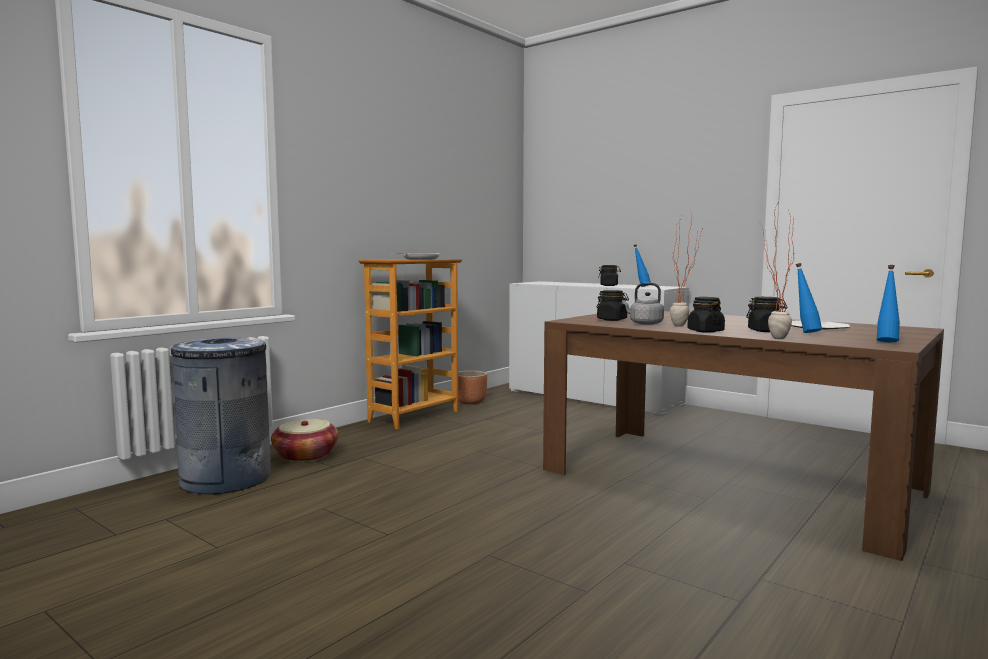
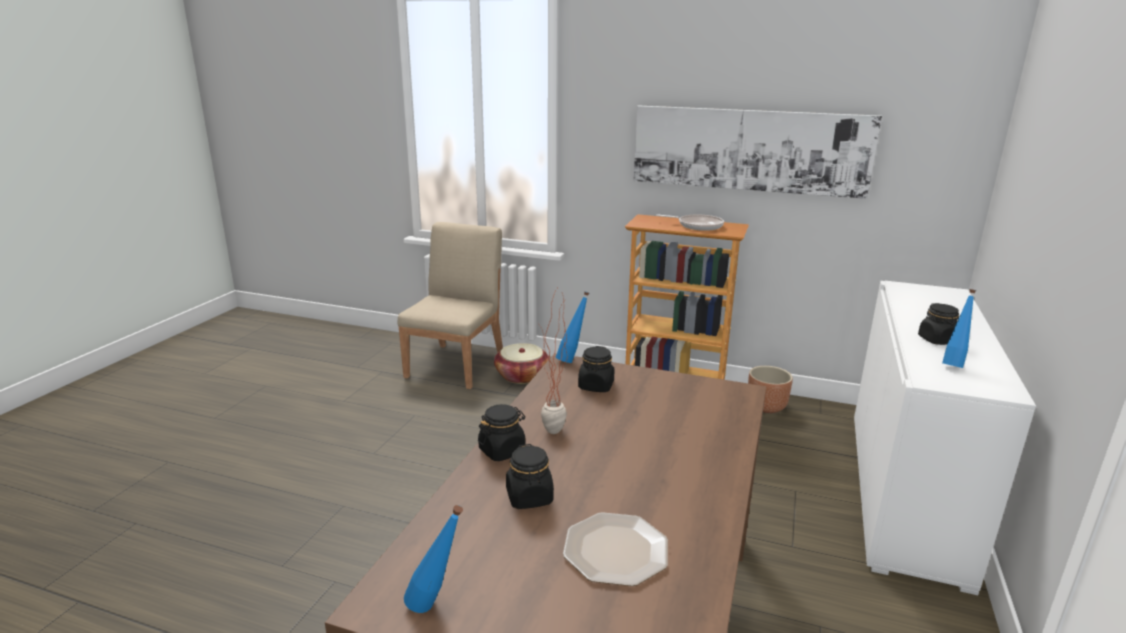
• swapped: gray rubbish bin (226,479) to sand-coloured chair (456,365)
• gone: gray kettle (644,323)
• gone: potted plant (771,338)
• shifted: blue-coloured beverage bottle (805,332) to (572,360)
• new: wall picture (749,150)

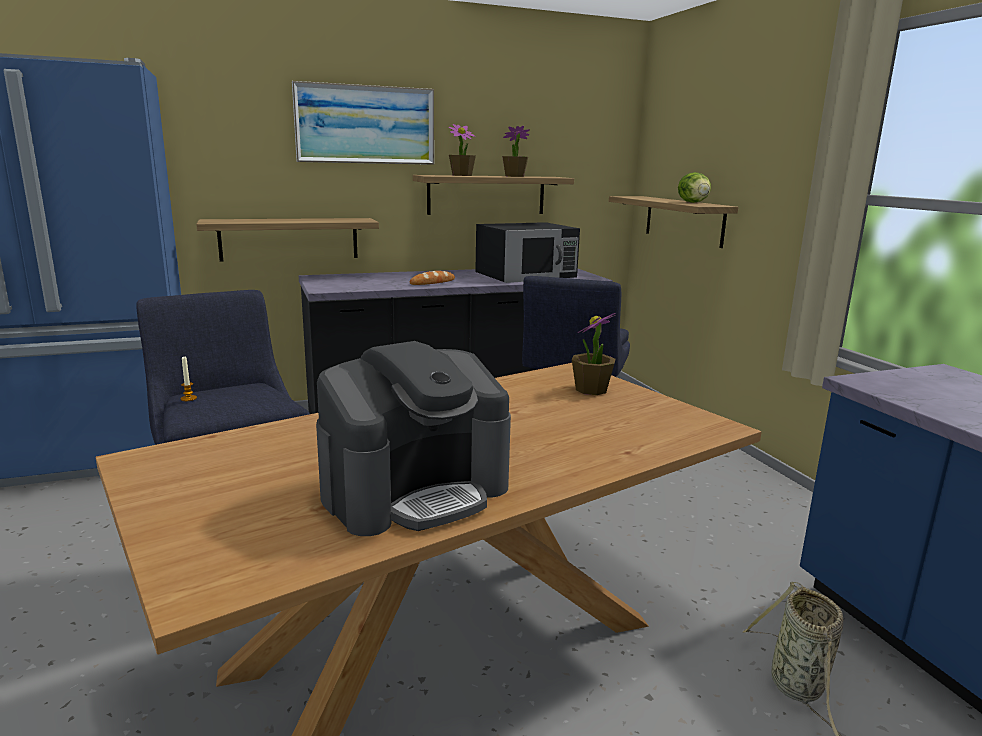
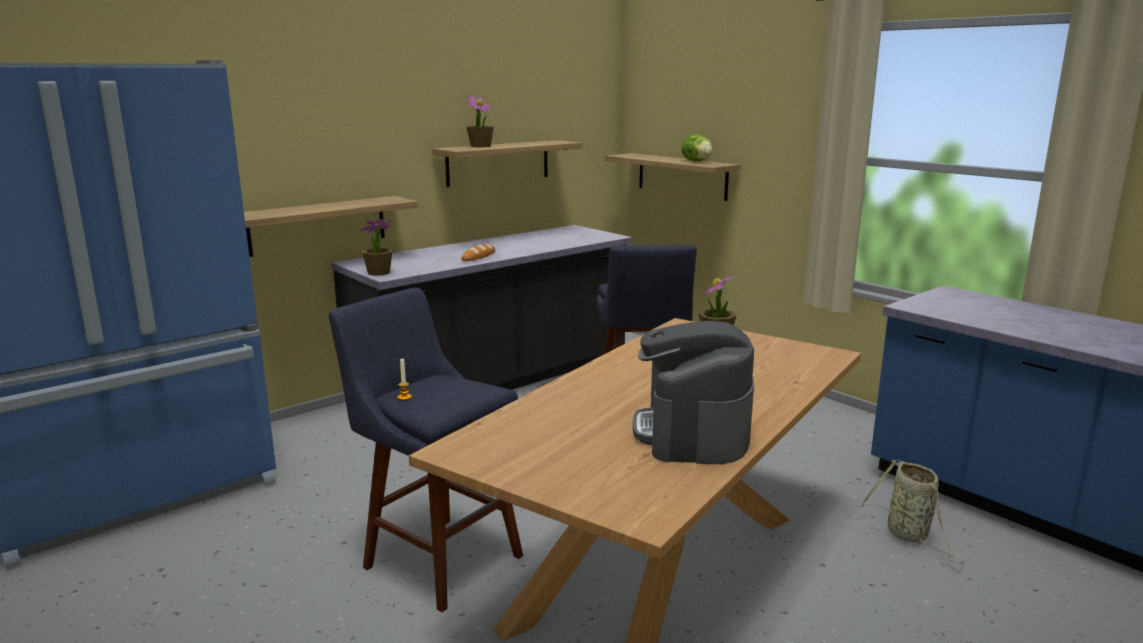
• gone: wall picture (365,125)
• rotated: coffee brewer (416,491) = (692,432) 150 degrees clockwise
• gone: blackish microwave (526,274)
• shifted: potted plant (514,176) to (378,273)

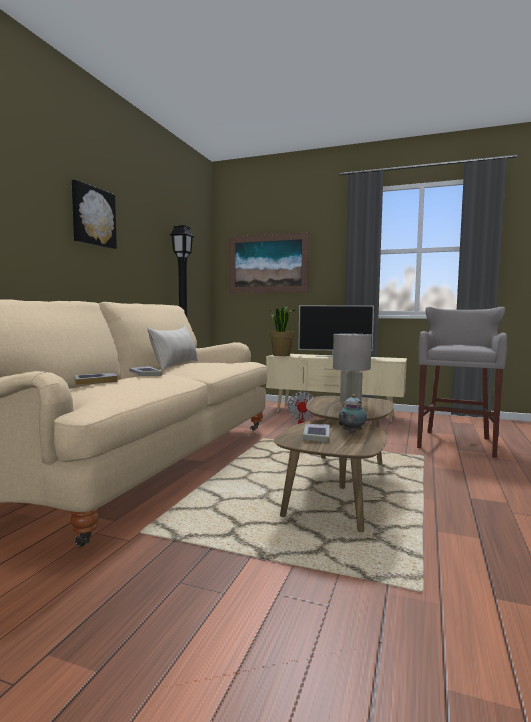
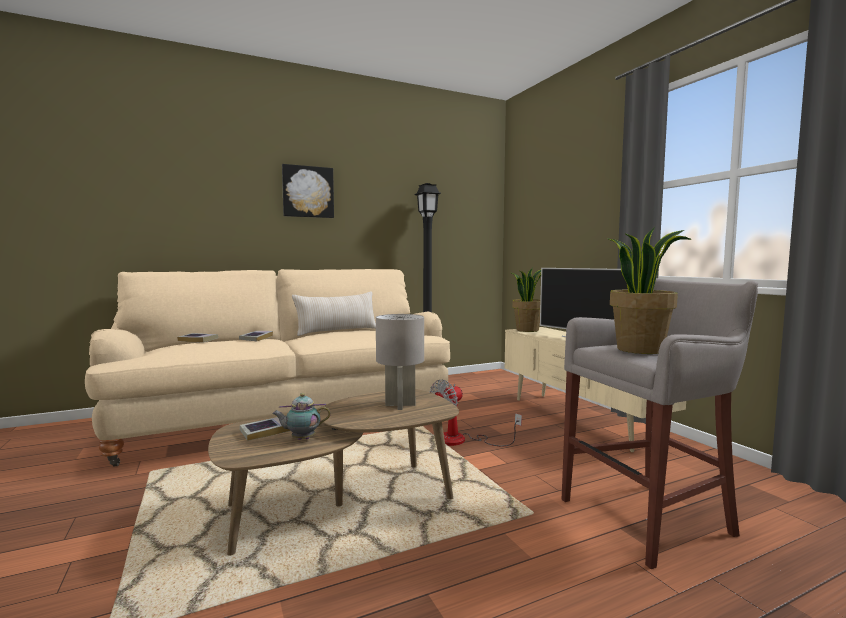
• gone: wall picture (268,264)
• new: potted plant (640,349)

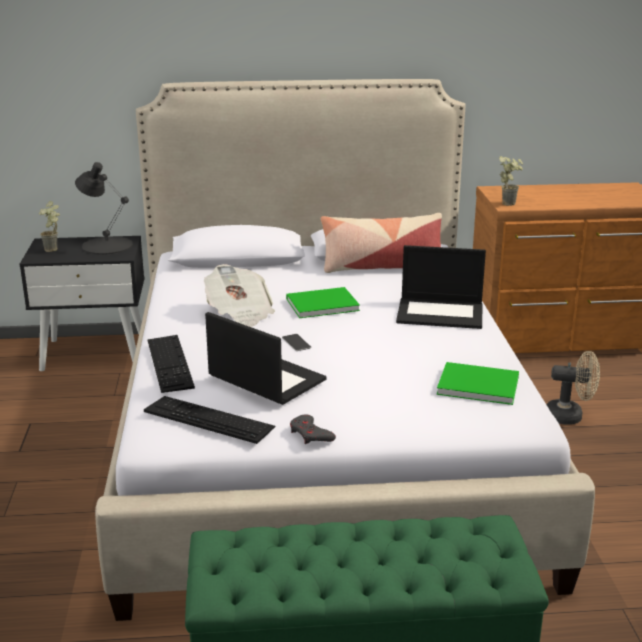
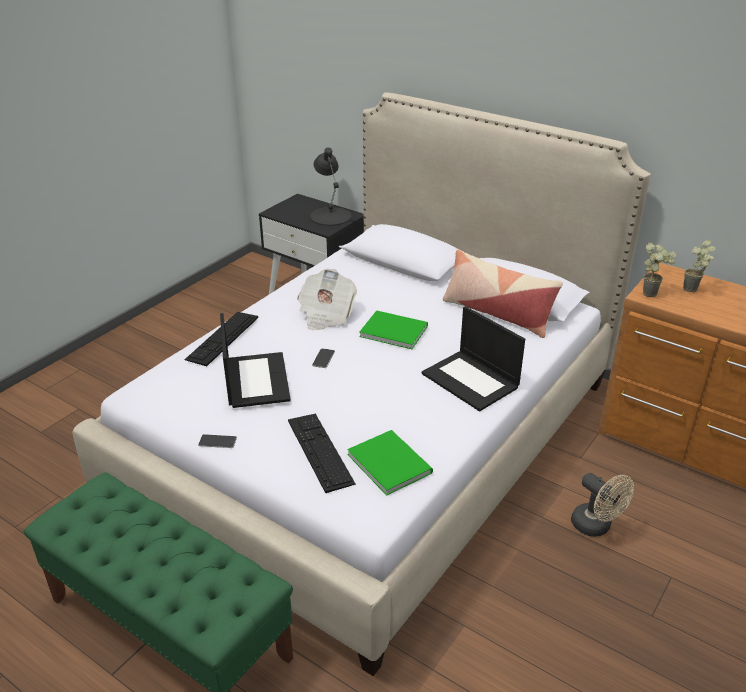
• shifted: potted plant (54,250) to (693,291)
• shifted: PC keyboard (208,419) to (320,451)
• swapped: gray joypad (310,434) to telephone (217,441)

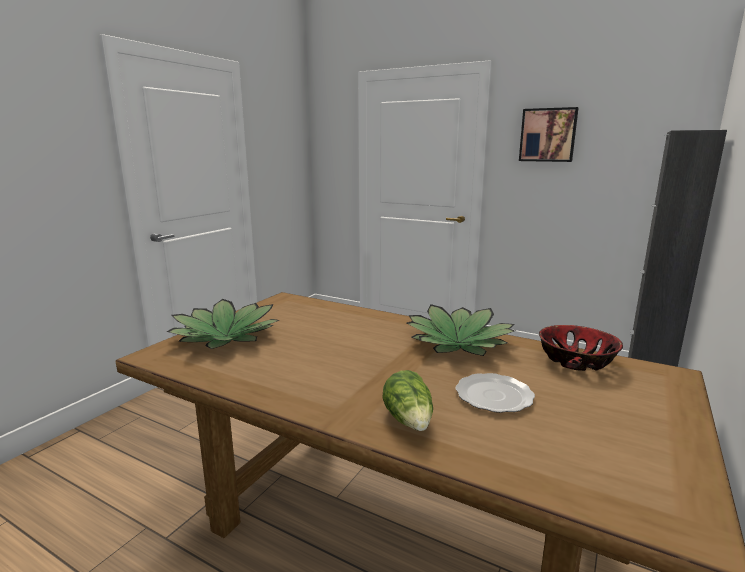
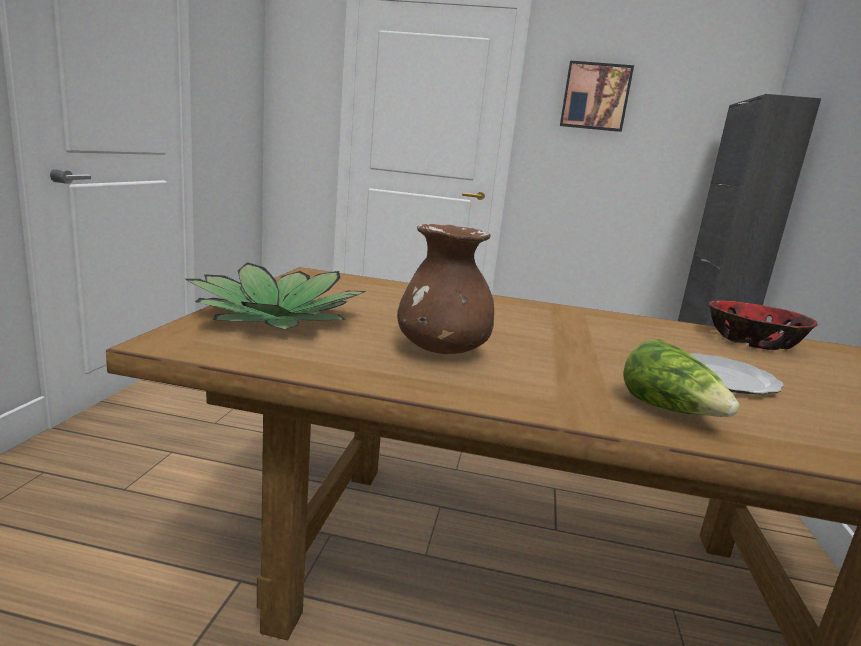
• gone: potted plant (458,342)
• new: brownish vase (441,351)

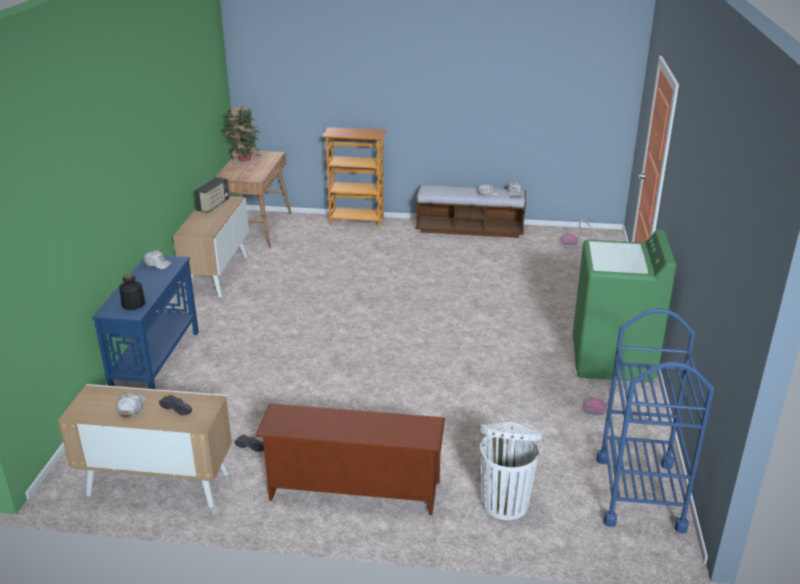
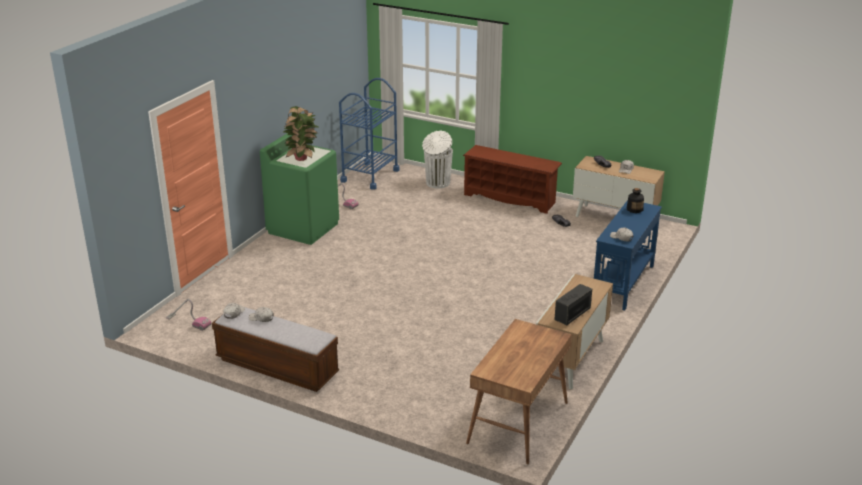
• shifted: potted plant (243,160) to (302,158)
• gone: bookshelf (357,222)

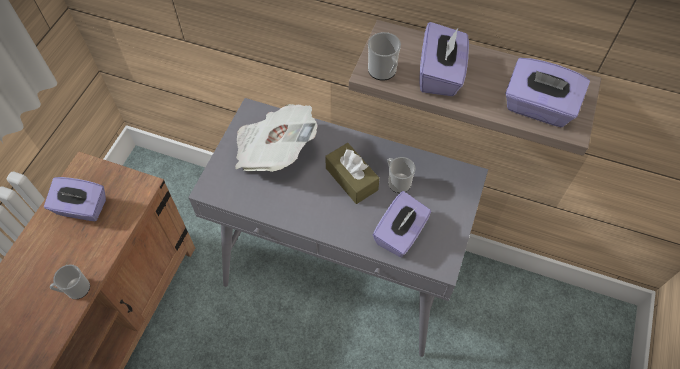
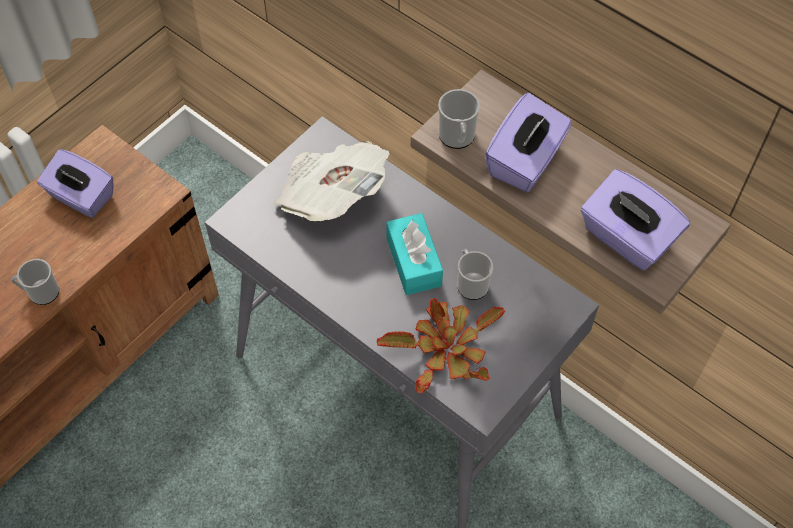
• repainted: brownish tissue holder (351,179) to blue-green tissue holder (413,261)
• swapped: purplish tissue holder (400,234) to potted plant (445,350)

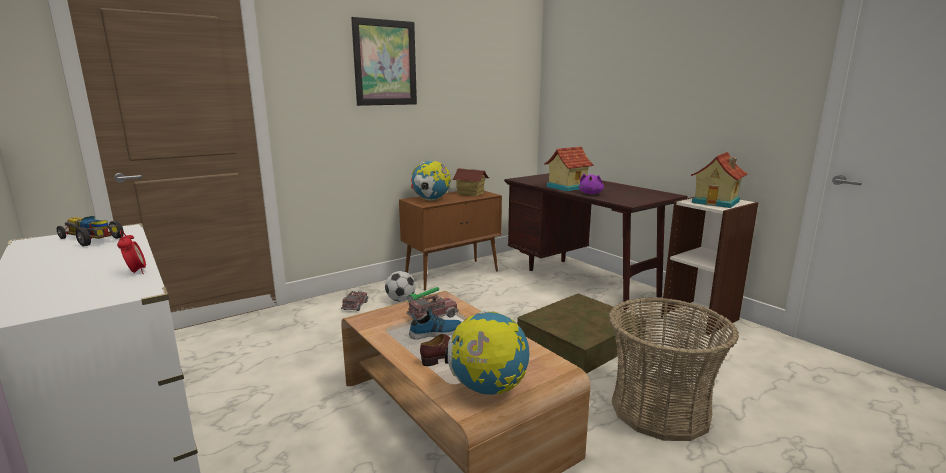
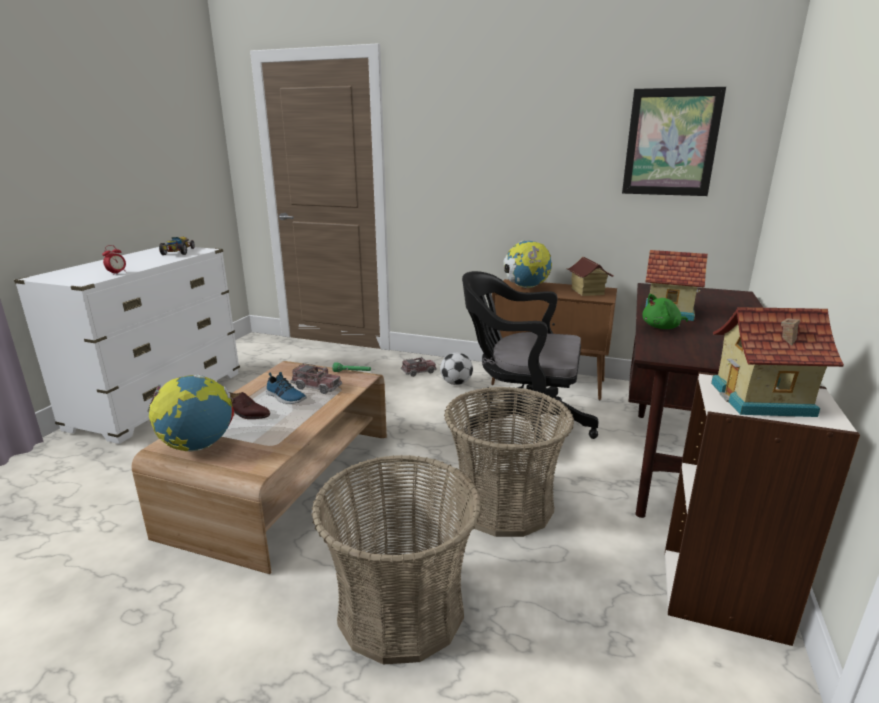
• shifted: wall picture (385,63) to (671,143)
• swapped: brownish storage bin (580,340) to basket (503,504)
• repainted: purplish soft toy (591,193) to green-coloured soft toy (662,327)
• new: blackish office chair (520,426)

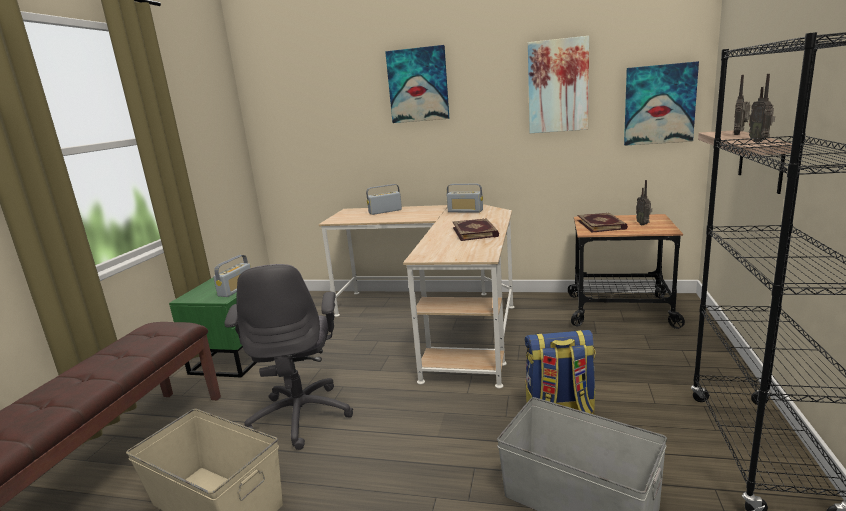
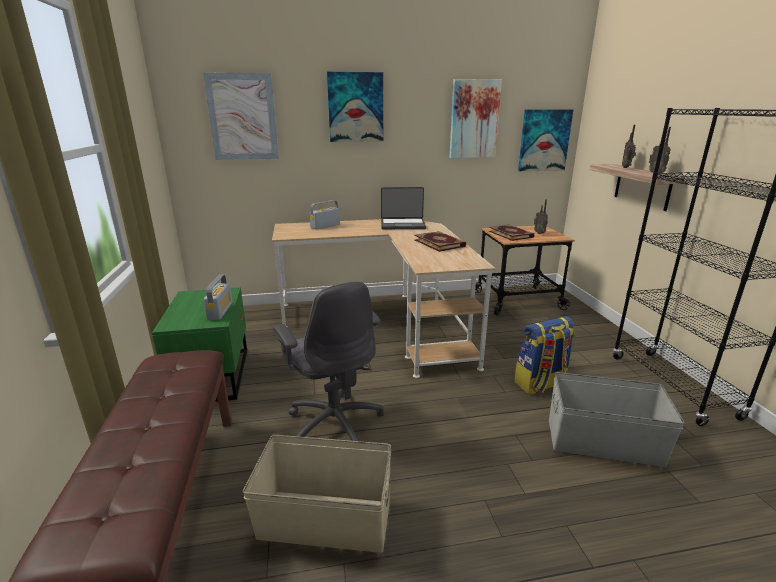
• swapped: radio (465,211) to notebook computer (402,225)
• new: wall picture (243,117)

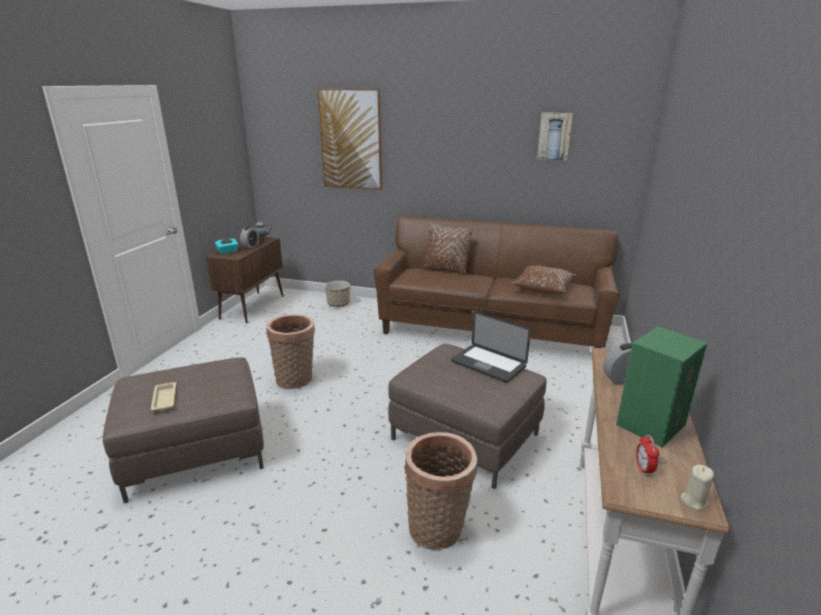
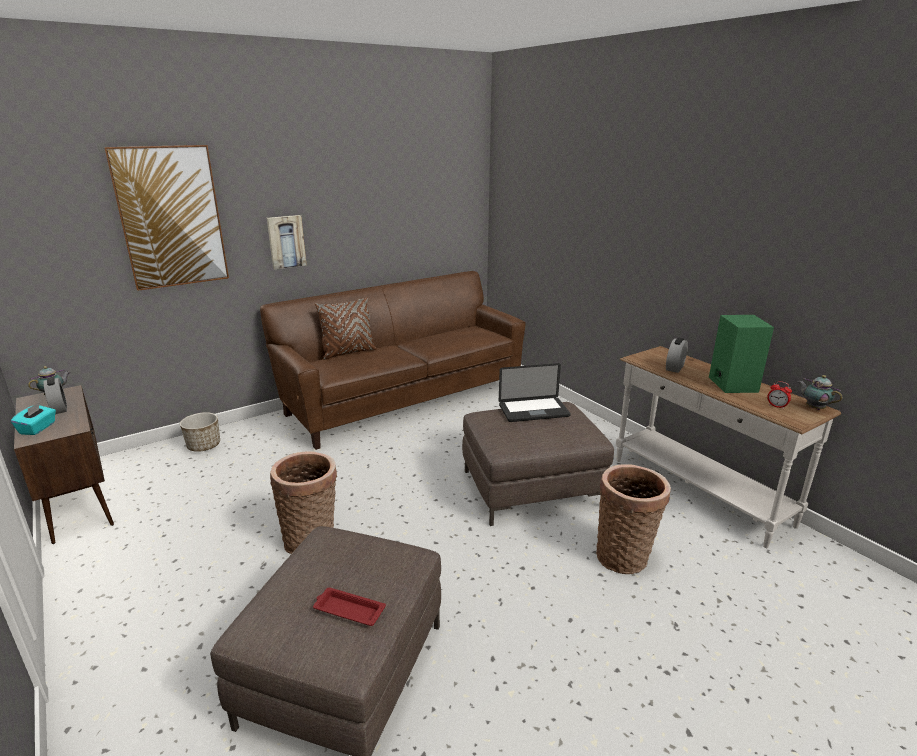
• repainted: sand-coloured serving tray (164,398) to red-coloured serving tray (348,610)
• gone: brownish pillow (543,288)
• shifted: wall picture (554,136) to (286,241)
• swapped: sand-coloured candle (693,501) to teapot (813,408)

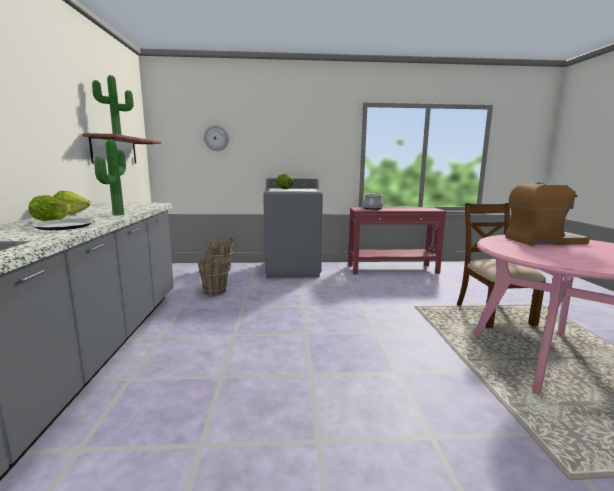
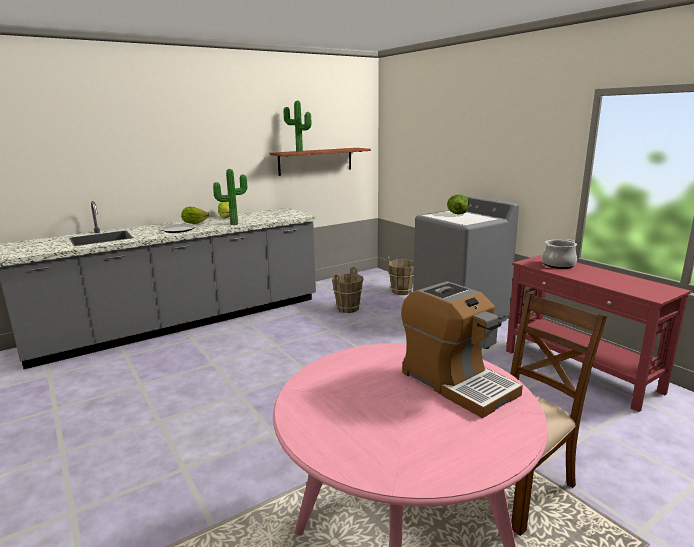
• gone: hanging clock (216,138)

